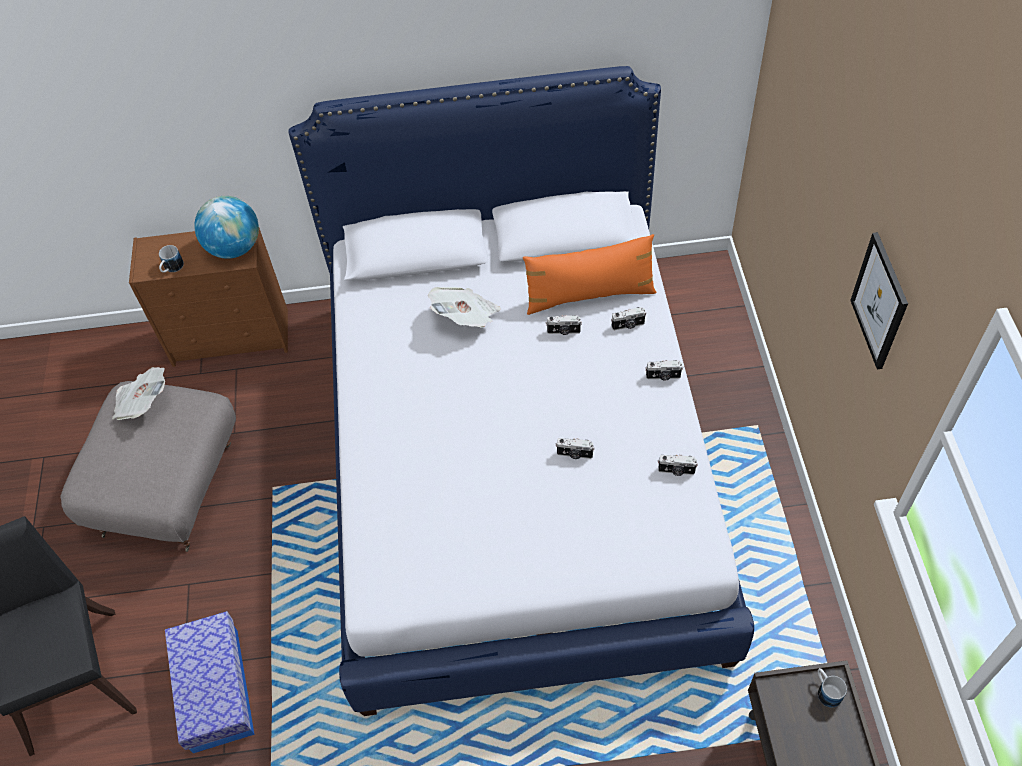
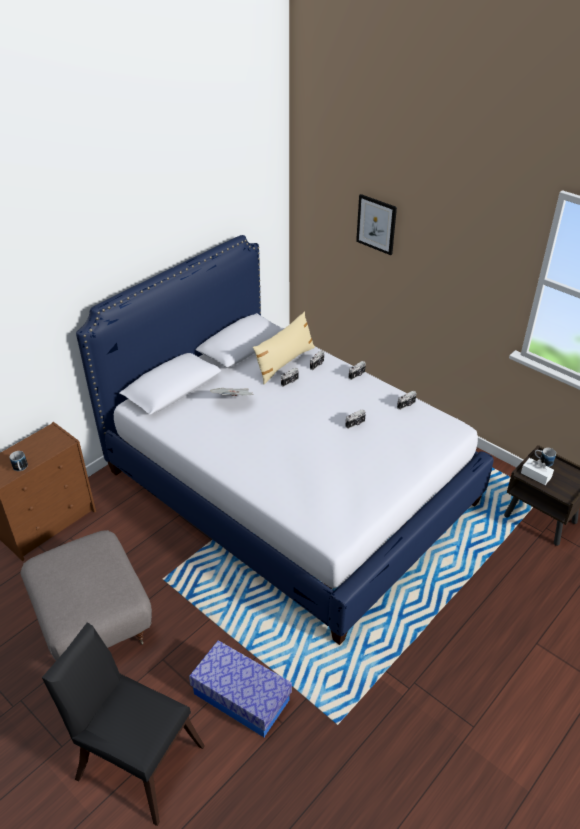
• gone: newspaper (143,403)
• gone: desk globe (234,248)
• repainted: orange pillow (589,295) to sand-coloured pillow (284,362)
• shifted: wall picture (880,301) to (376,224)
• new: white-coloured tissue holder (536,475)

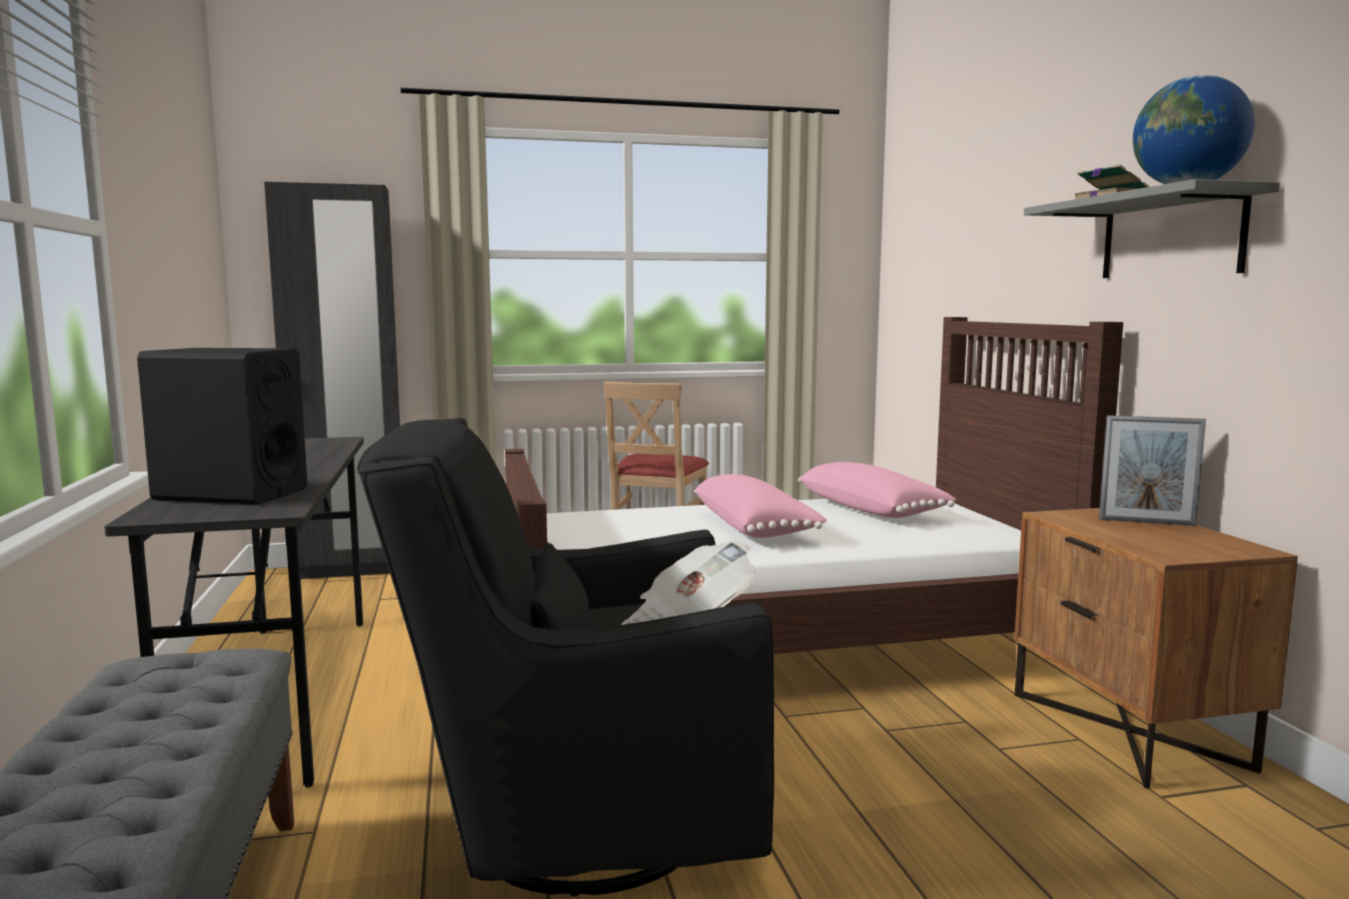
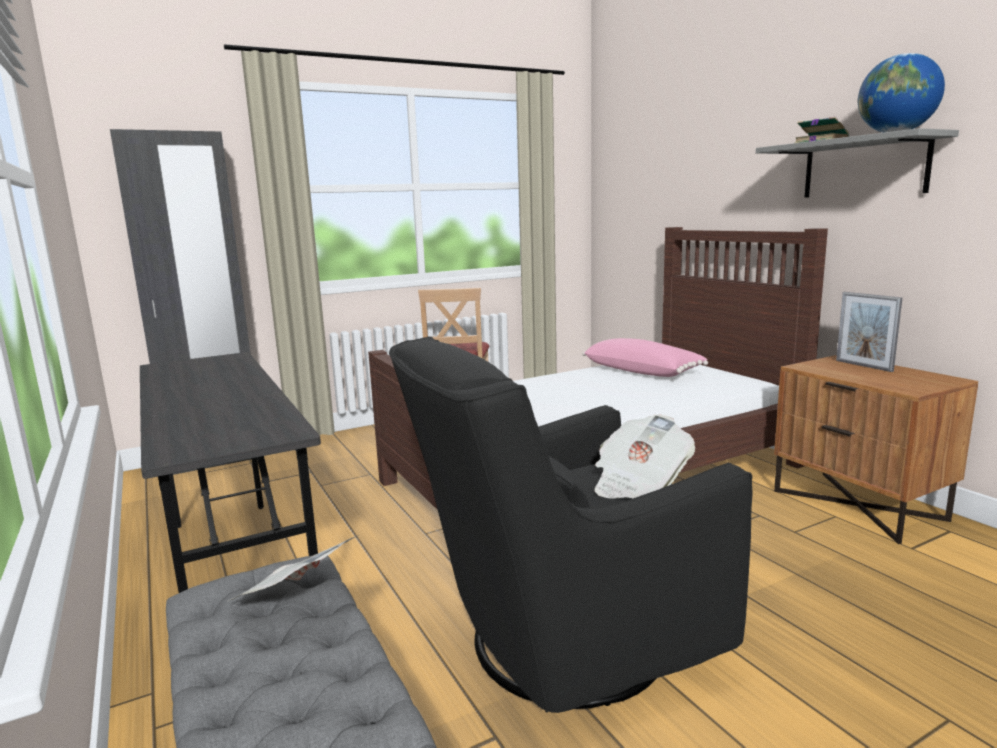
• gone: blackish loudspeaker (230,494)
• gone: pink pillow (755,528)
• rotated: photo frame (1146,522) = (863,366) 60 degrees clockwise
• new: newspaper (296,600)

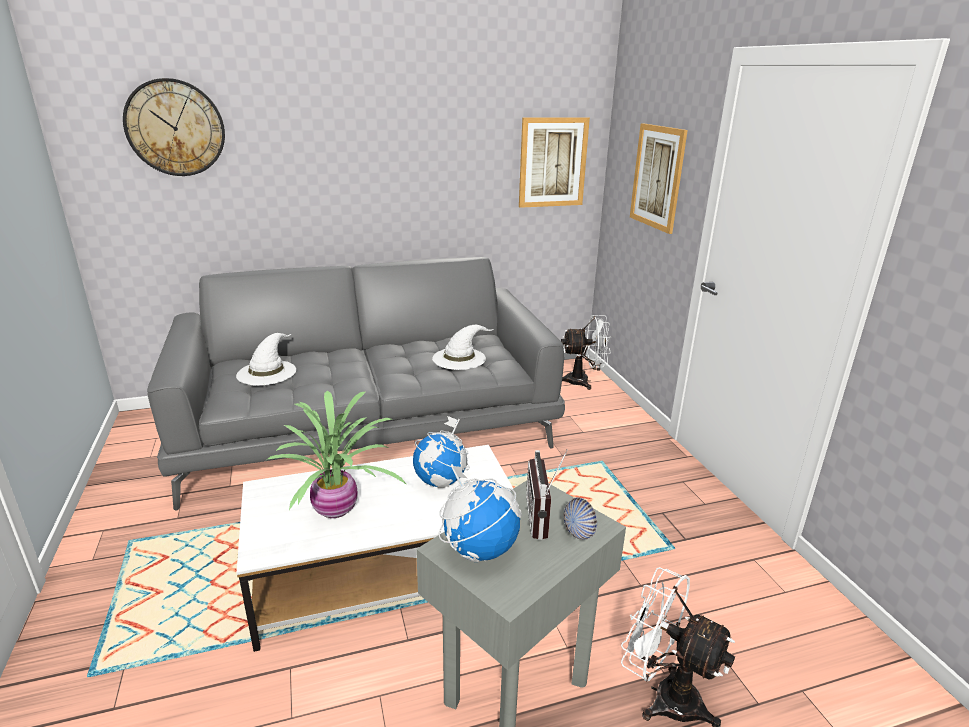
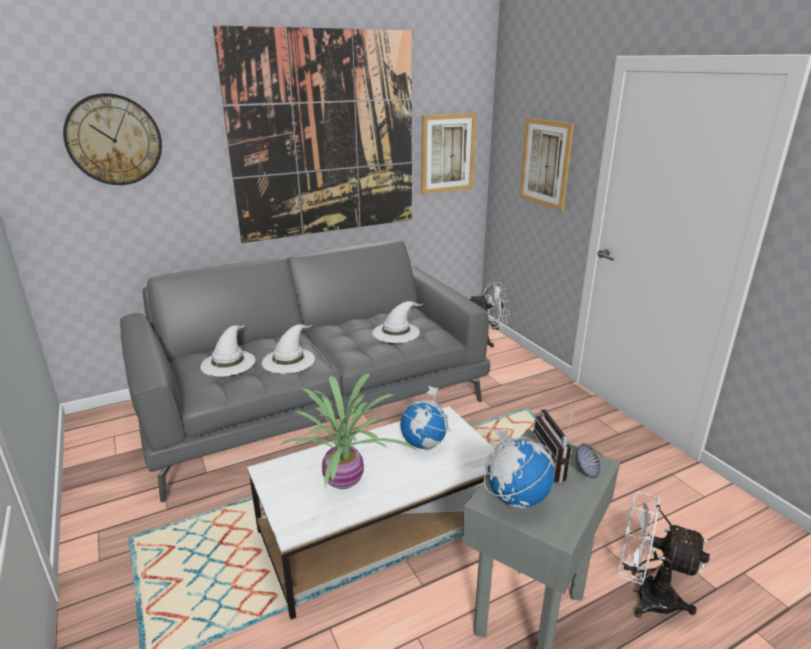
• new: wall picture (326,136)
• new: white-coloured wearable hat (289,360)

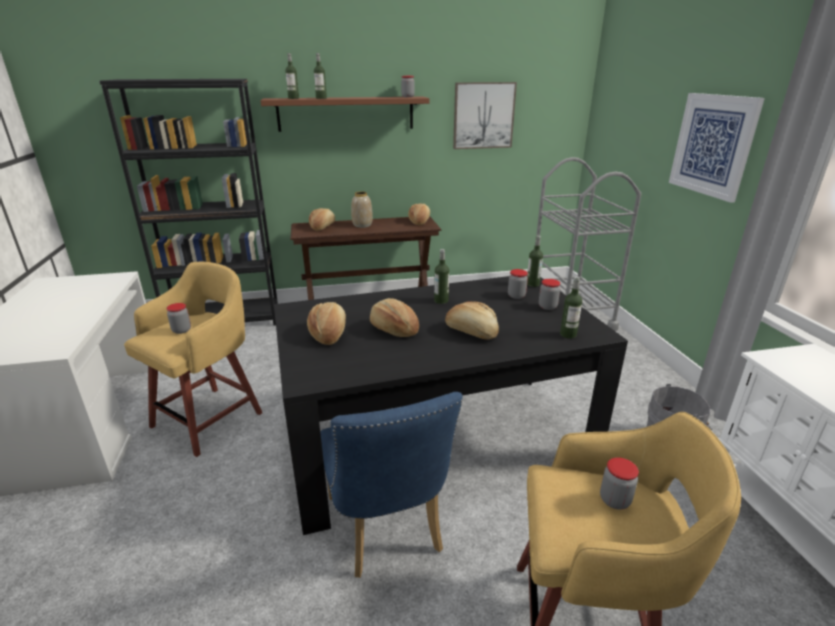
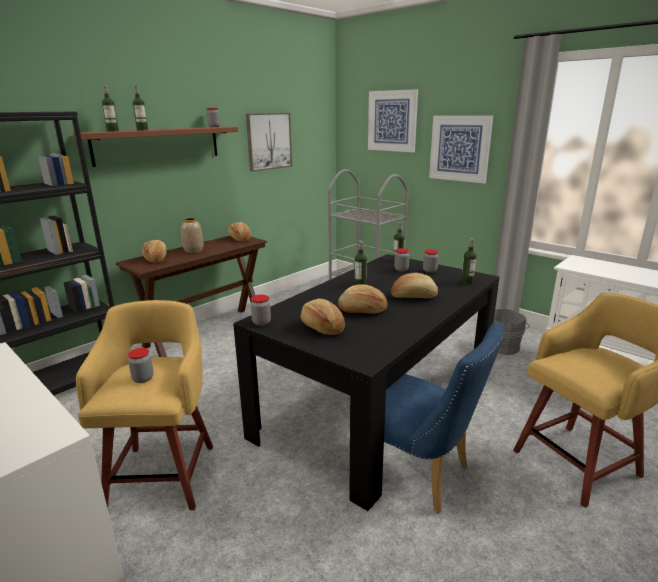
• shifted: storage jar (614,500) to (261,322)
• new: wall picture (392,121)

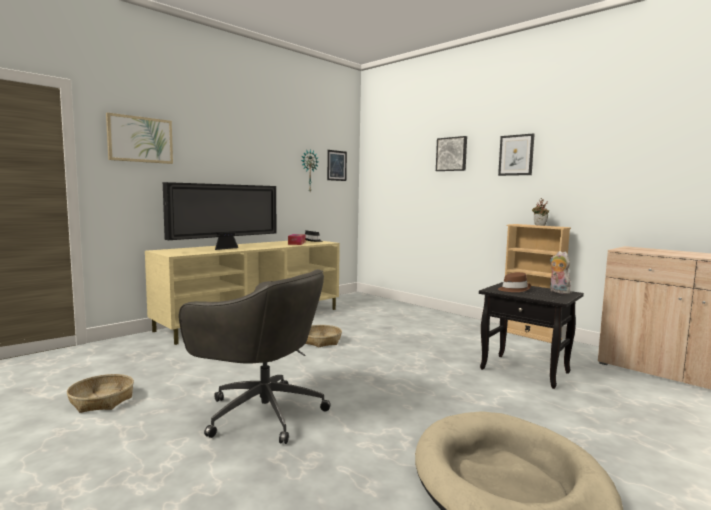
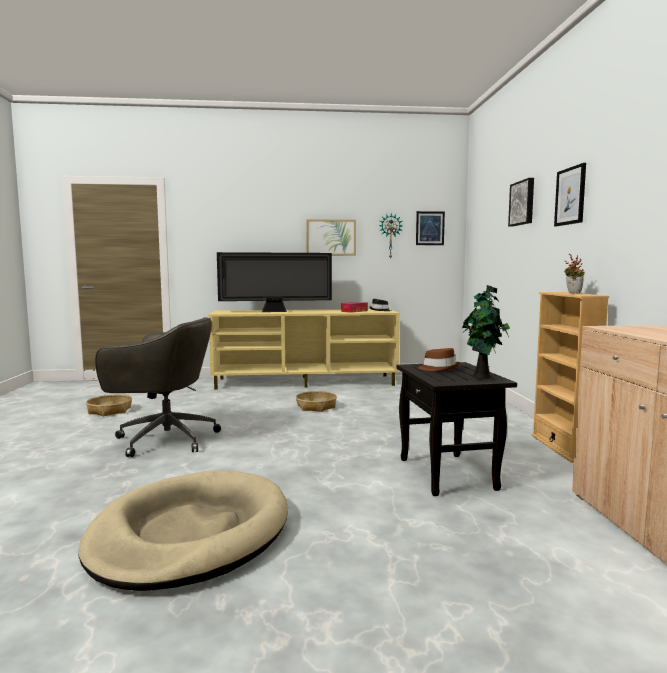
• shifted: wall picture (140,139) to (331,237)
• rotated: gray office chair (261,412) = (164,439) 60 degrees counterclockwise
• swapped: soft toy (557,292) to potted plant (483,377)

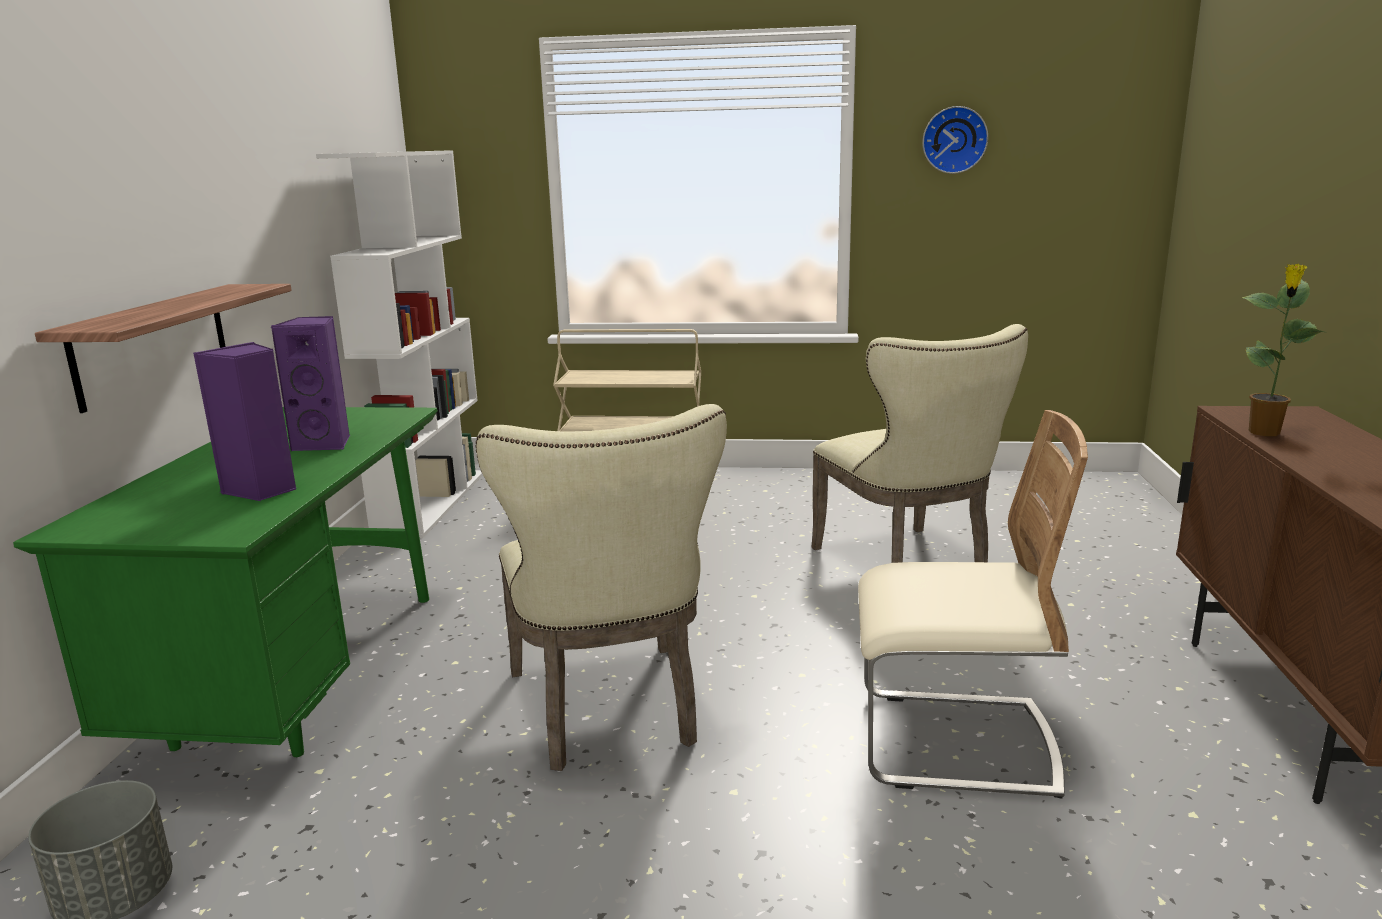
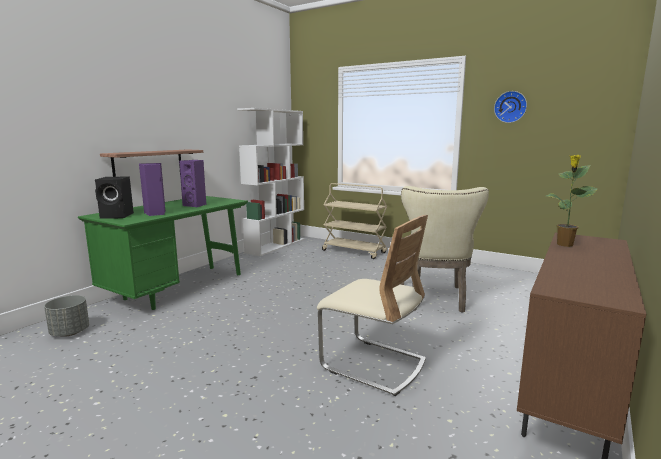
• gone: sand-coloured chair (610,713)
• new: blackish loudspeaker (118,216)

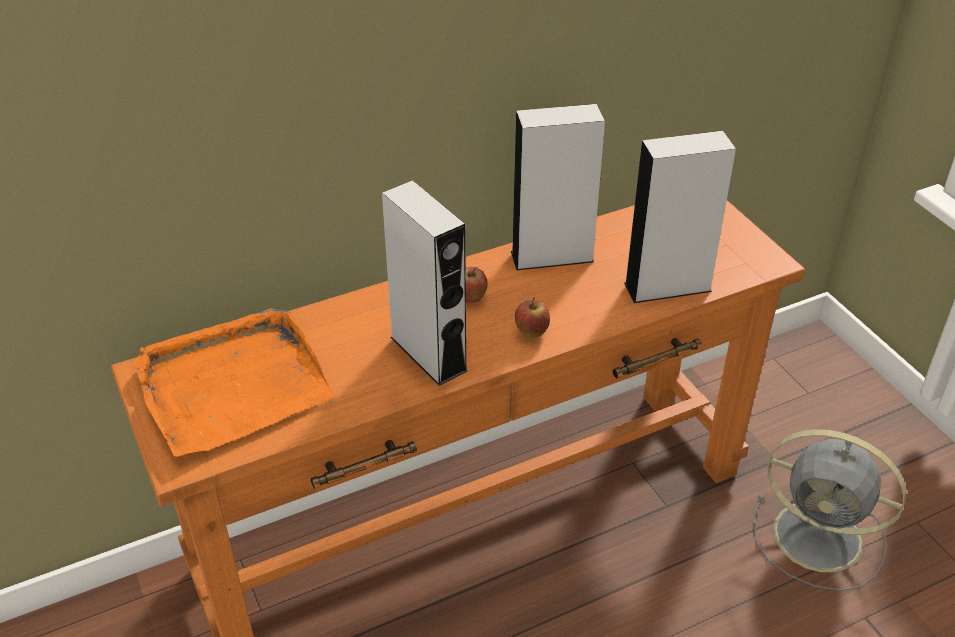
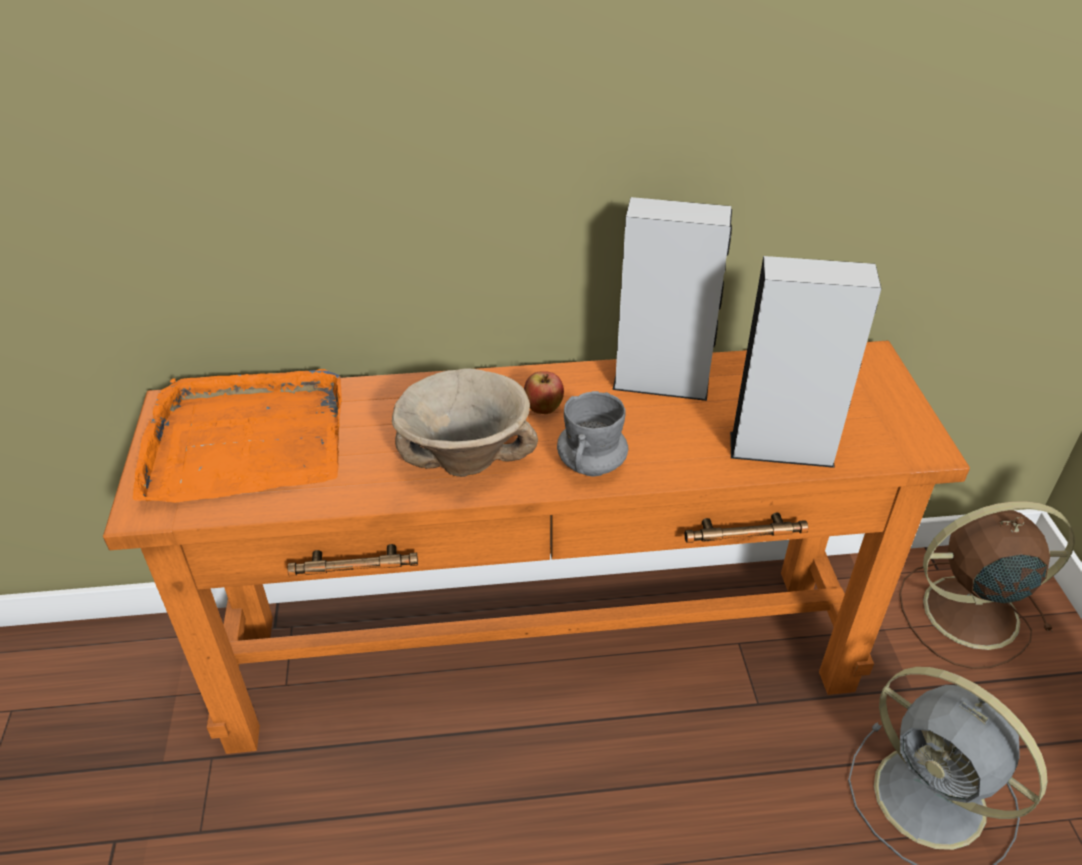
• swapped: gray loudspeaker (428,353) to sand-coloured serving bowl (465,458)
• swapped: whole apple (531,333) to gray mug (591,464)
• new: brownish electric fan (966,612)

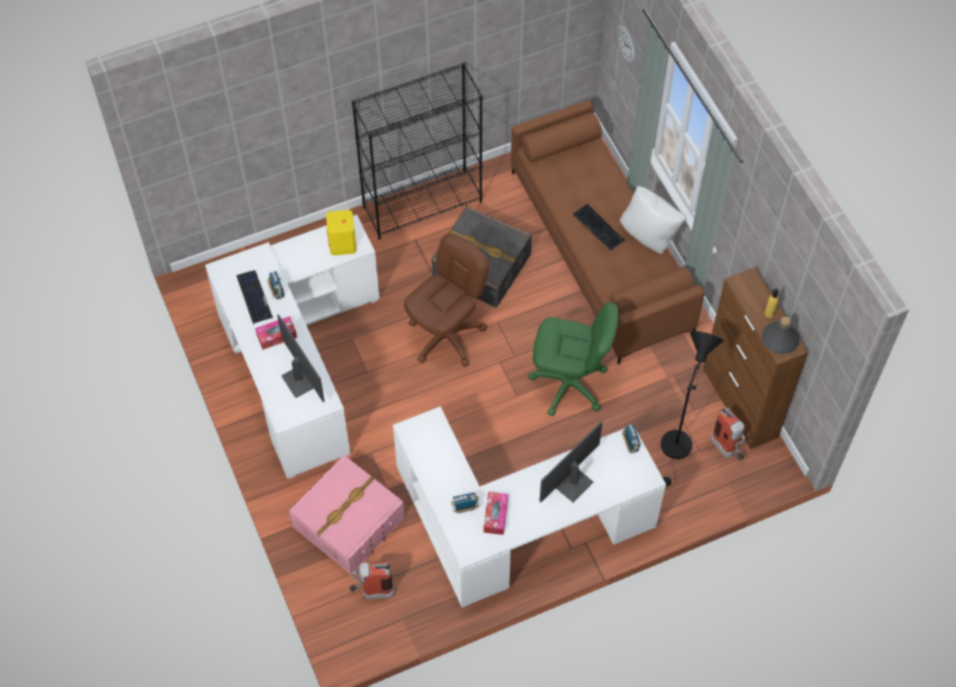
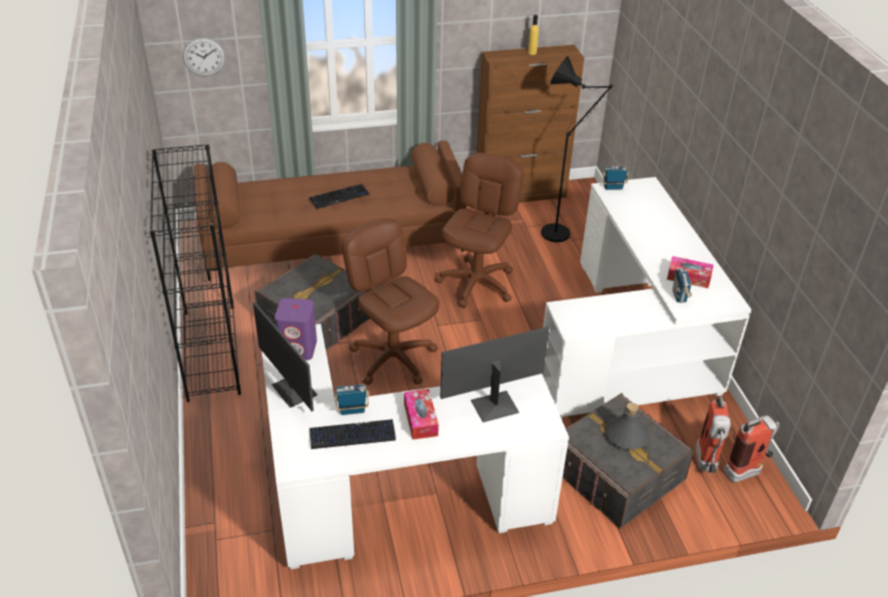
• repainted: pink storage bin (348,522) to gray storage bin (617,474)
• repainted: yellowish loudspeaker (342,244) to purplish loudspeaker (298,348)
• repainted: green-coloured office chair (569,384) to brownish office chair (477,283)
• shifted: computer display (572,484) to (293,390)
• gone: white-coloured pillow (649,236)
• shifted: fire extinguisher (727,450) to (747,471)
• shifted: gray beverage bottle (779,339) to (625,436)

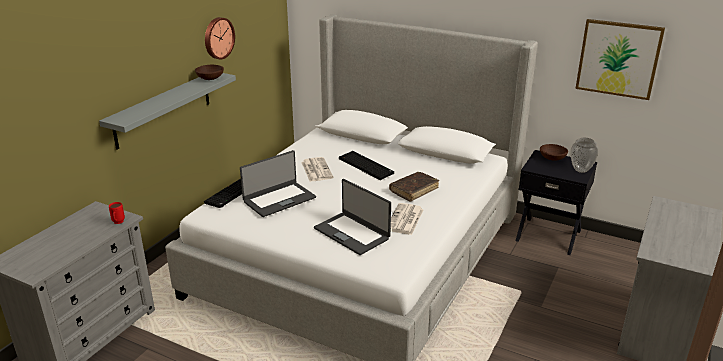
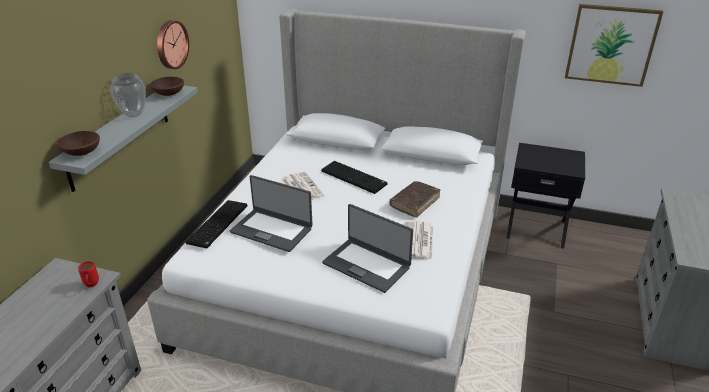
• rotated: notebook computer (279,199) = (272,230) 75 degrees clockwise
• shifted: brownish serving bowl (552,158) to (82,152)
• shifted: vase (581,170) to (134,114)

